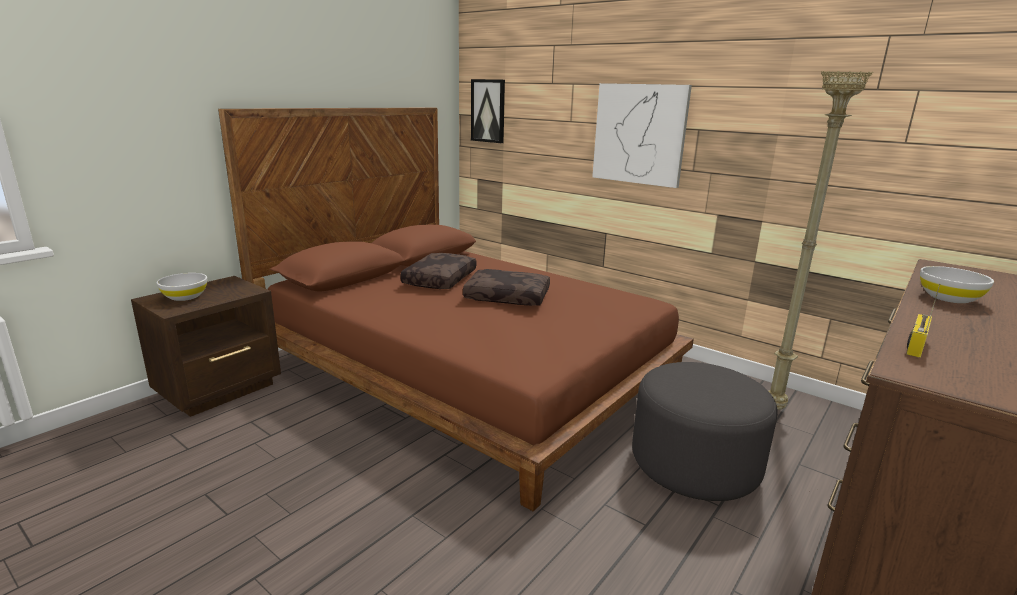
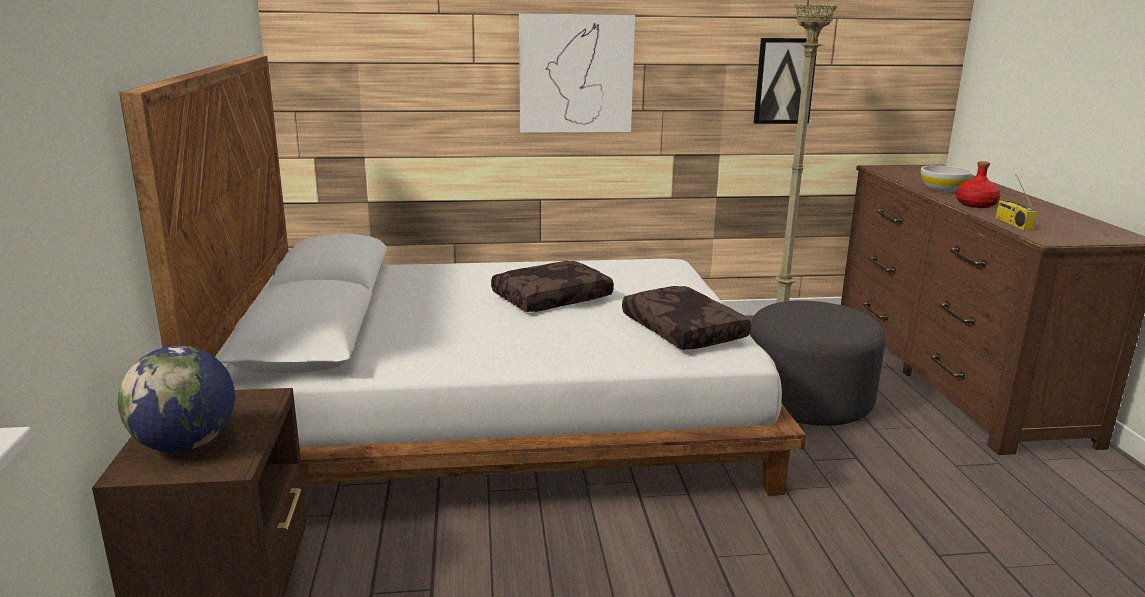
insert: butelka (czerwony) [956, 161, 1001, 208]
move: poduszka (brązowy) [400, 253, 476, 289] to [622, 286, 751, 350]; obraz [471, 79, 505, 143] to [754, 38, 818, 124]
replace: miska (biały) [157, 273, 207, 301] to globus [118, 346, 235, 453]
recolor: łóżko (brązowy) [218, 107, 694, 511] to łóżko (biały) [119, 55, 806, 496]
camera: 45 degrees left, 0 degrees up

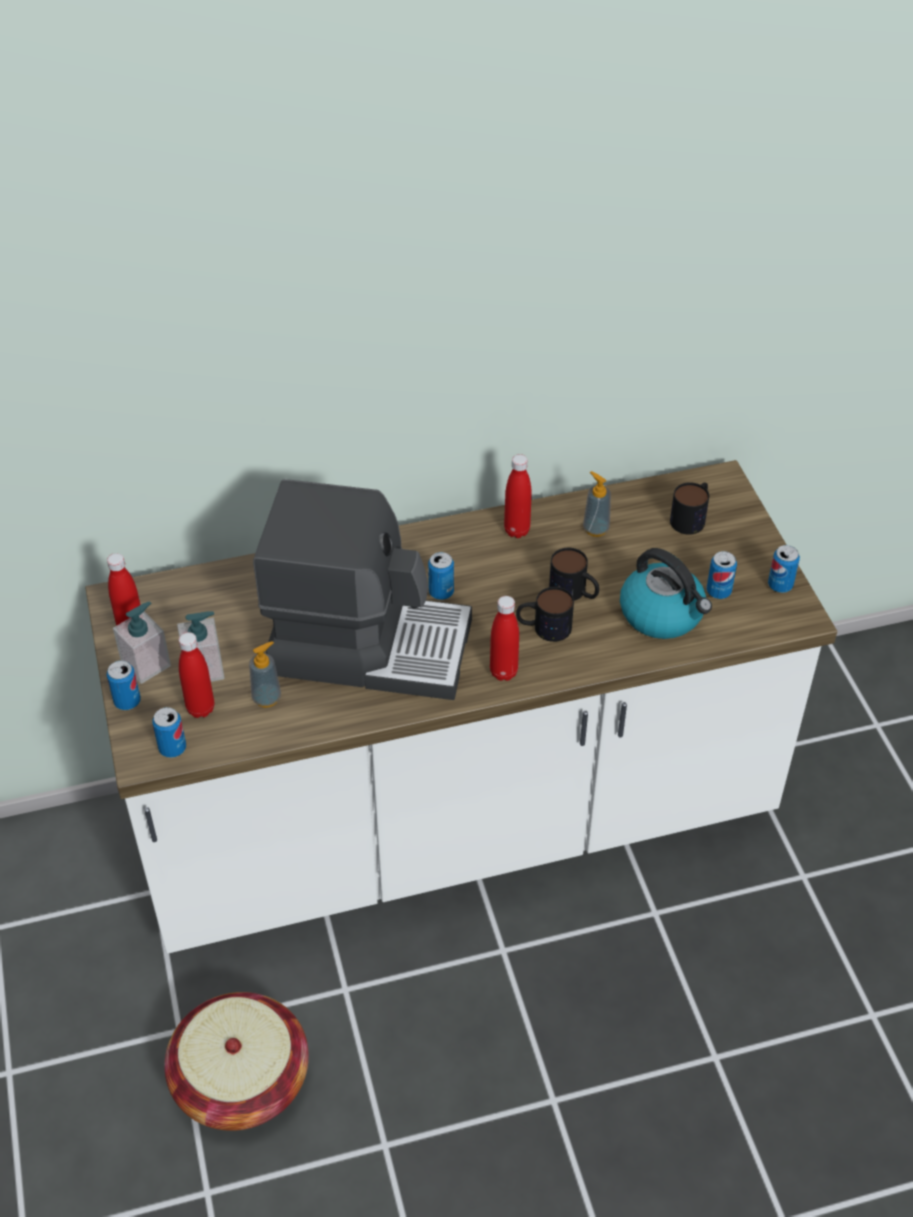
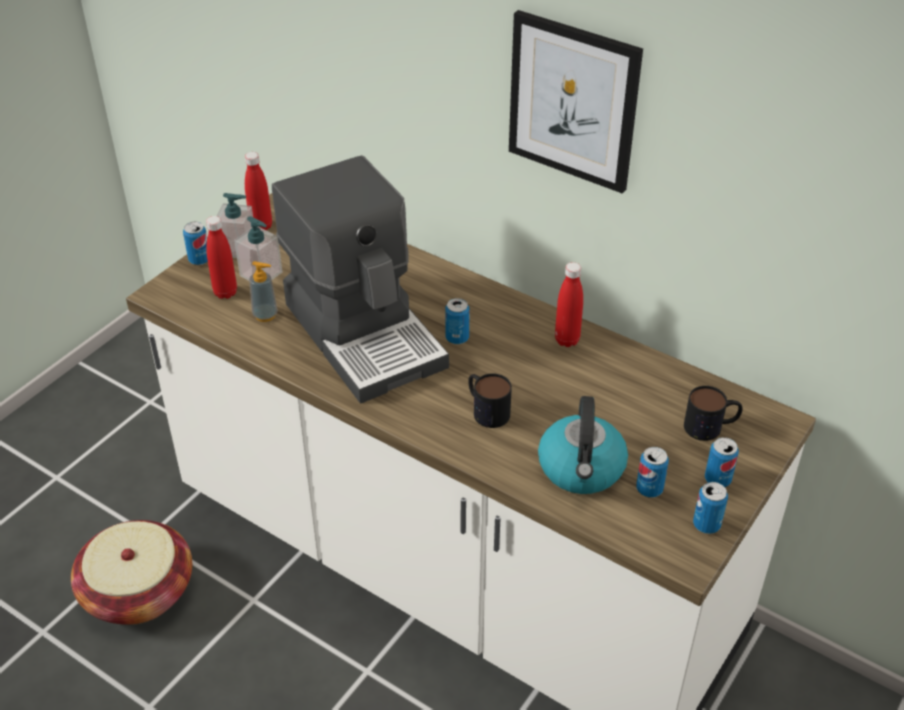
delete: butelka (czerwony) [490, 596, 519, 681]; kubek [549, 548, 599, 601]; dozownik mydła [583, 471, 611, 537]
insert: obraz [509, 10, 643, 194]
move: puszka [152, 707, 186, 758] to [705, 437, 739, 487]
camera: 50 degrees right, 5 degrees down

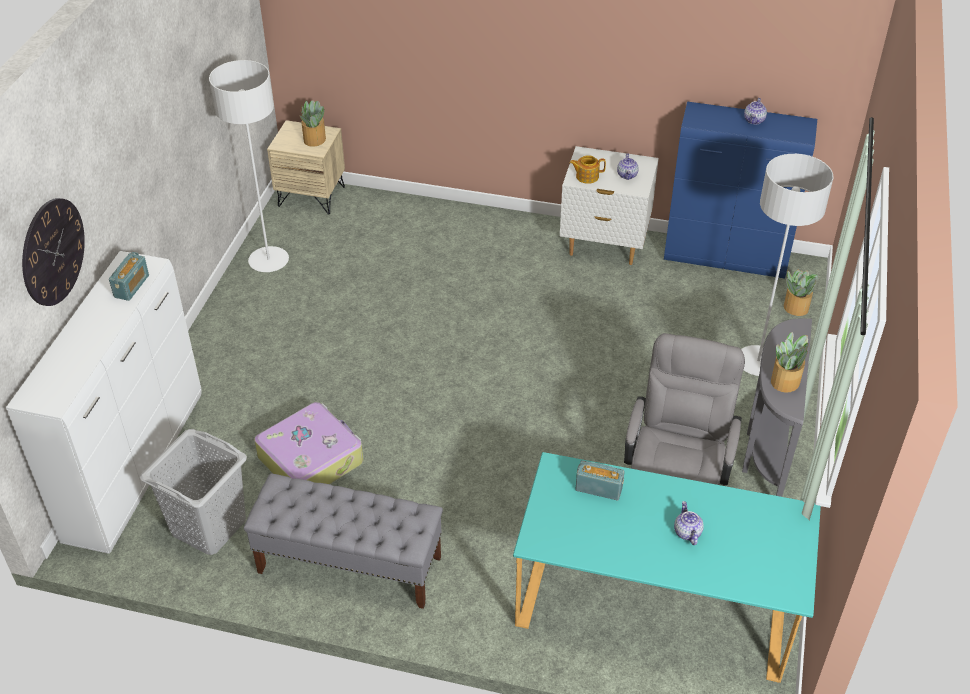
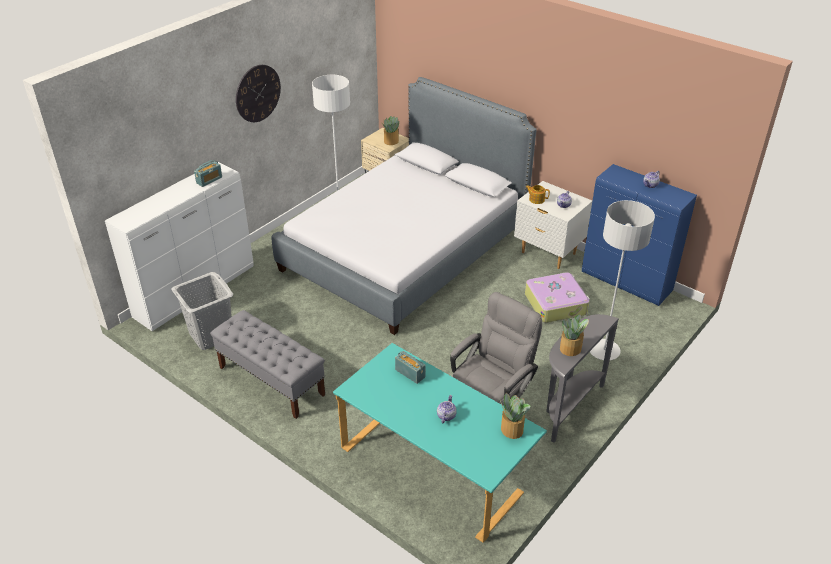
insert: łóżko [271, 77, 536, 335]
move: zegar ścienny [22, 198, 85, 306] to [236, 65, 281, 122]; walizka [254, 402, 363, 484] to [525, 272, 590, 323]; roślina doniczkowa [784, 270, 818, 316] to [500, 393, 530, 439]
camera: 25 degrees right, 5 degrees down

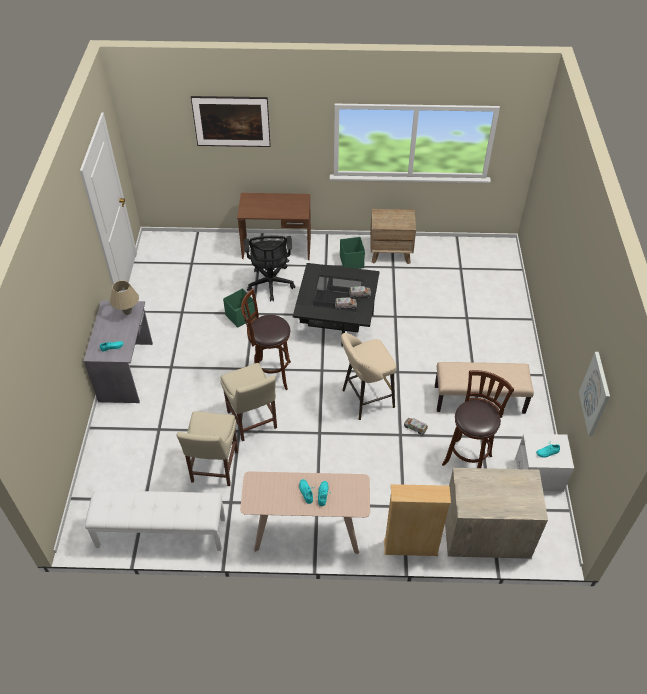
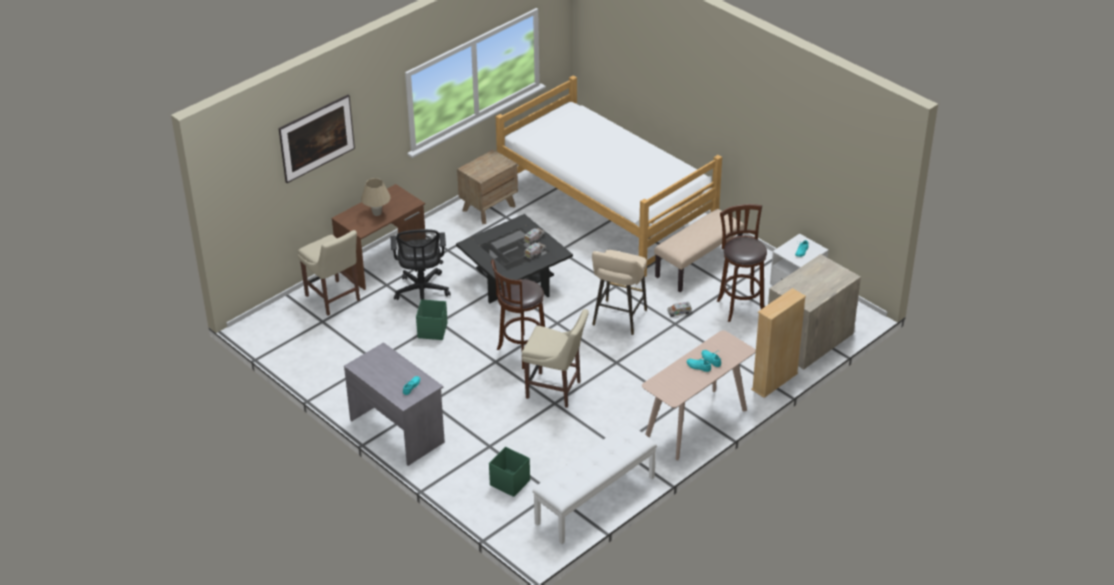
delete: obraz [579, 352, 610, 436]
insert: łóżko [496, 76, 722, 277]
move: lampa stołowa (beżowy) [110, 280, 139, 315] to [361, 178, 391, 216]; krzesło (beżowy) [177, 411, 238, 486] to [298, 230, 360, 316]; pojemnik do przechowywania (zielony) [340, 237, 365, 269] to [489, 447, 530, 497]
rotate: krzesło biurowe (czarny) [244, 236, 295, 301] = [390, 229, 451, 300] 45 degrees clockwise
camera: 45 degrees left, 10 degrees down

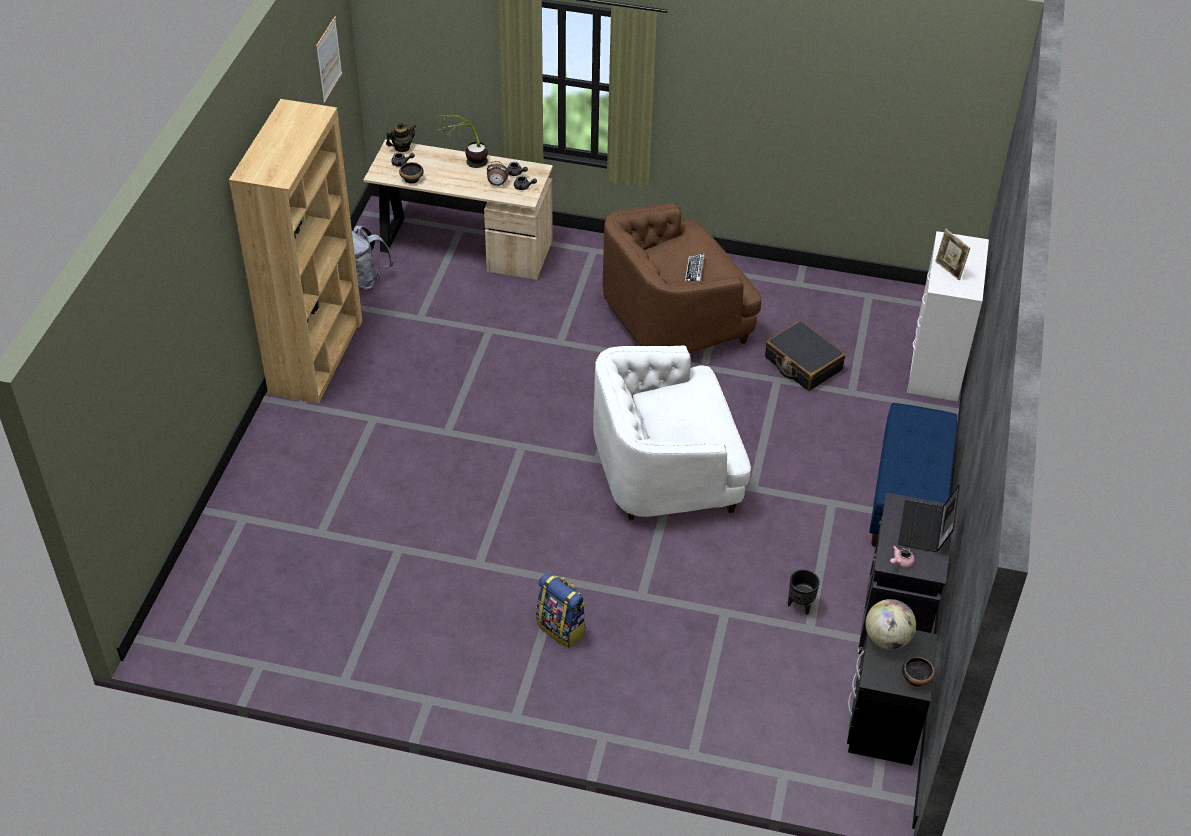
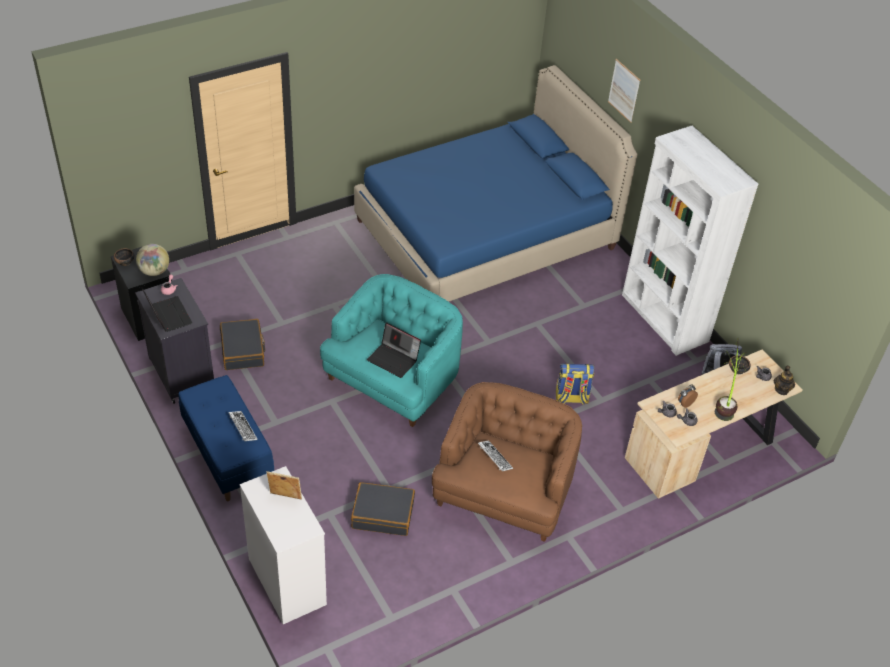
insert: klawiatura [229, 411, 258, 441]; łóżko (niebieski) [354, 65, 637, 302]; laptop [367, 322, 421, 378]
move: obraz [316, 17, 342, 103] to [608, 59, 640, 123]; plecak [536, 572, 586, 648] to [556, 363, 595, 405]
replace: donica (czarny) [788, 569, 820, 615] to walizka (czarny) [220, 319, 265, 370]
recolor: regał (brązowy) [229, 99, 363, 404] to regał (biały) [622, 126, 758, 356]; fotel (biały) [593, 345, 751, 520] to fotel (turkusowy) [320, 274, 463, 427]
camera: 135 degrees right, 0 degrees up

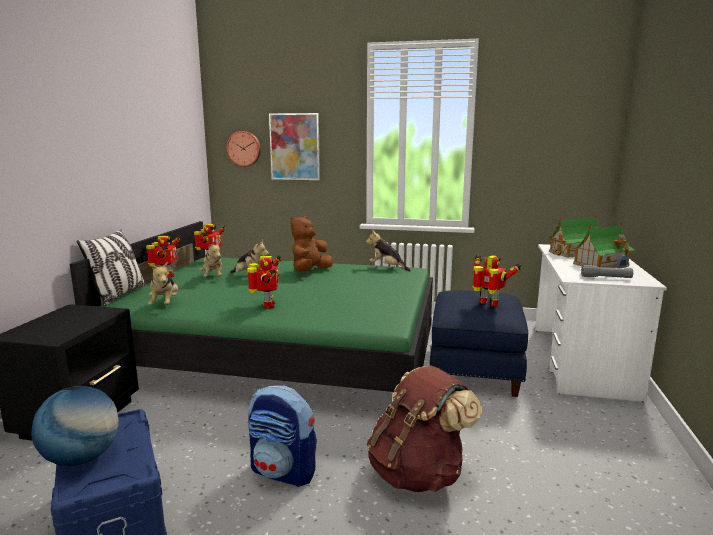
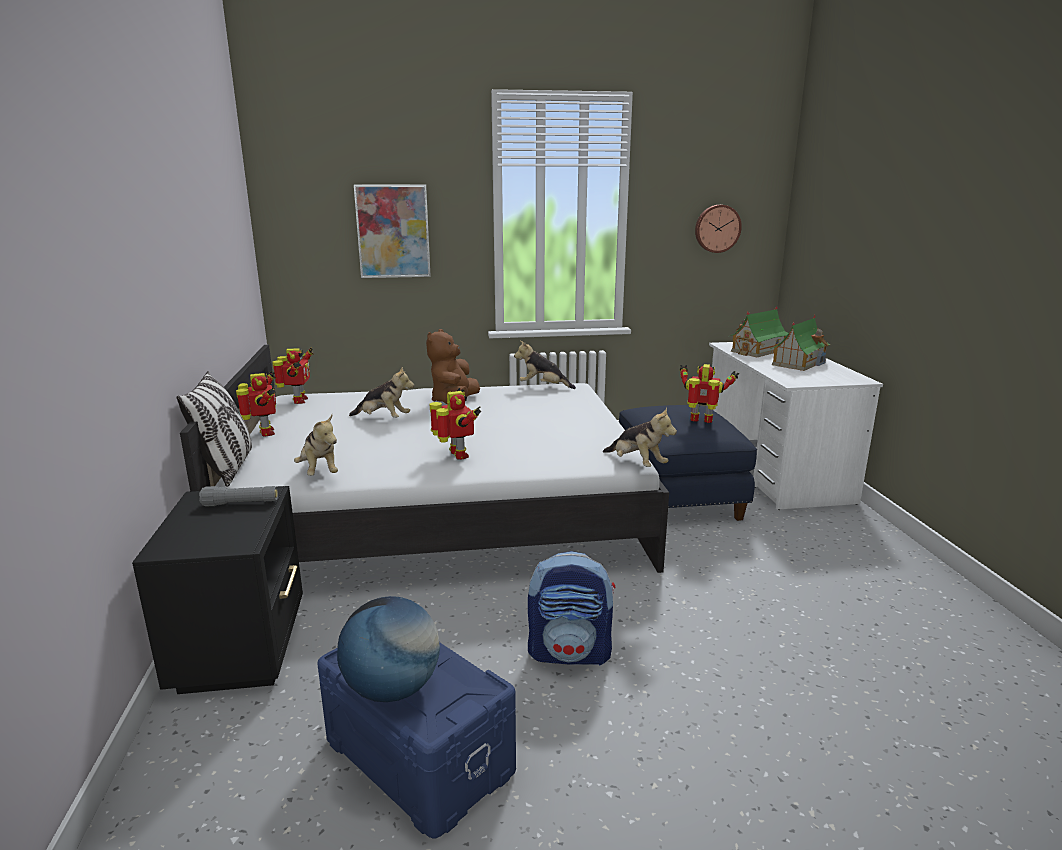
delete: plecak (brązowy) [367, 365, 483, 492]
move: pluszak [199, 241, 222, 277] to [603, 407, 677, 467]; zegar ścienny [226, 131, 261, 167] to [695, 205, 742, 253]; latarka (szary) [581, 265, 633, 278] to [199, 486, 278, 506]
recolor: łóżko (zielony) [70, 221, 433, 392] to łóżko (biały) [180, 345, 669, 573]
camera: 20 degrees left, 5 degrees up

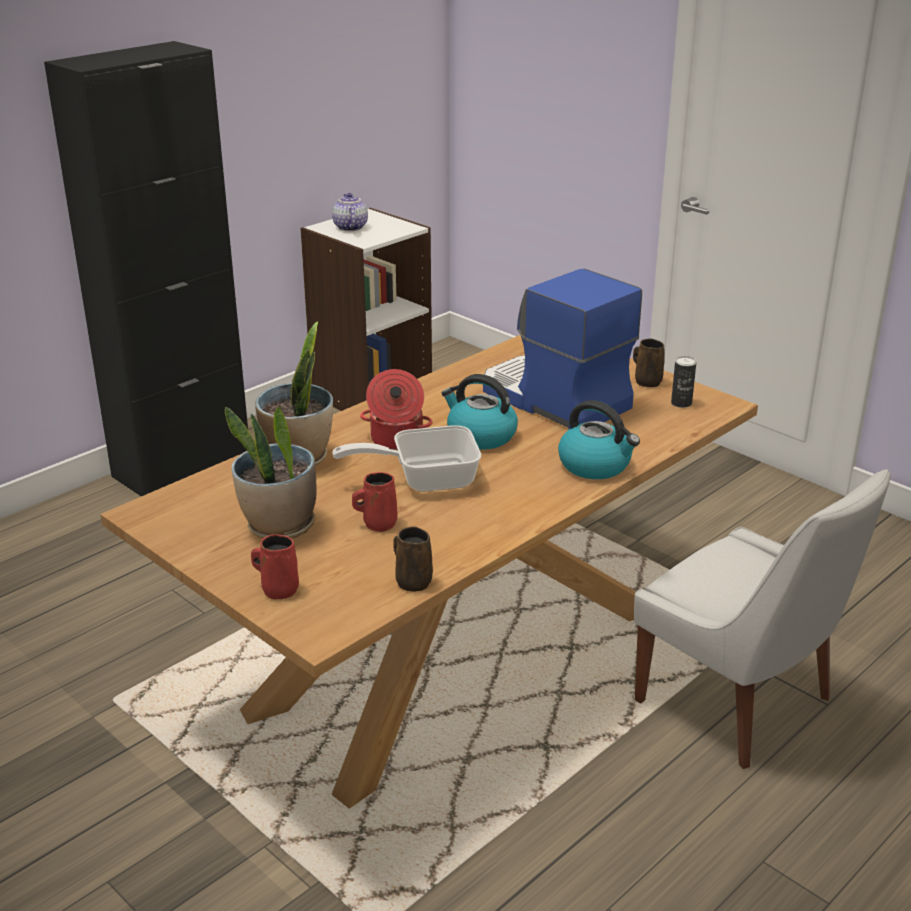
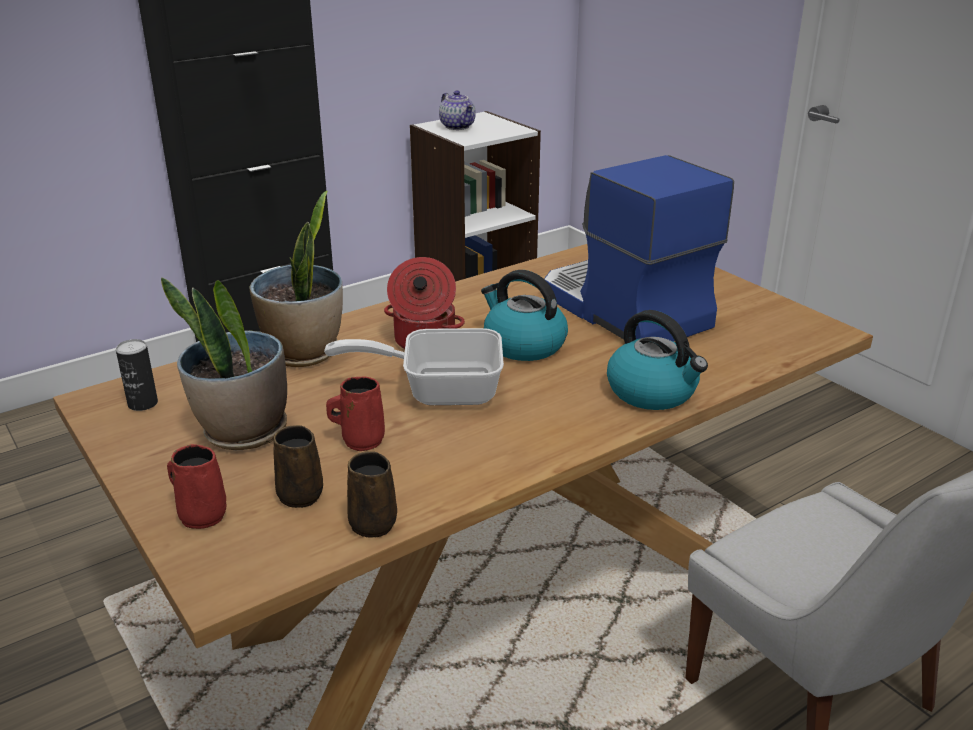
move: kubek (brązowy) [633, 338, 665, 387] to [274, 425, 323, 508]; puszka [671, 356, 696, 408] to [116, 339, 158, 411]
rotate: imbryk [332, 193, 368, 231] = [439, 91, 476, 130] 150 degrees clockwise
camera: 10 degrees right, 0 degrees up

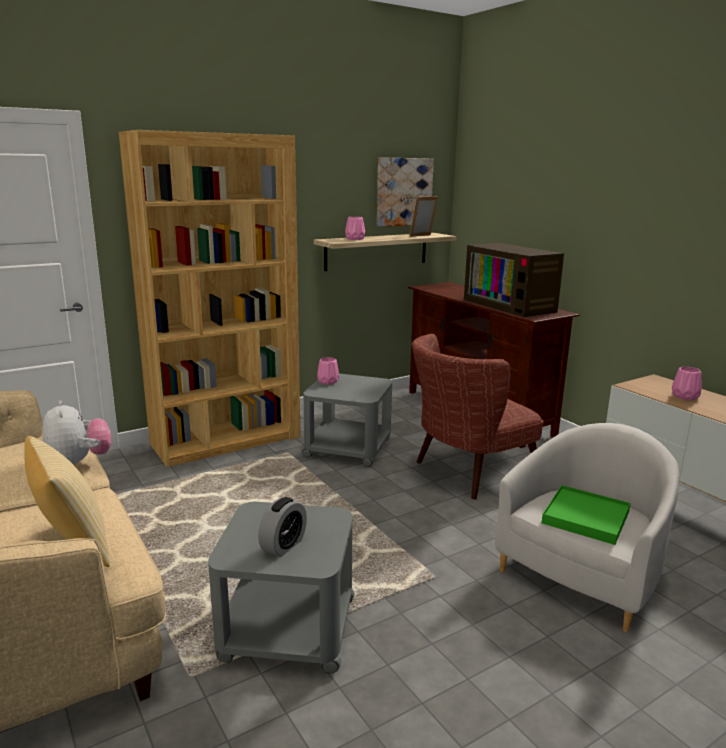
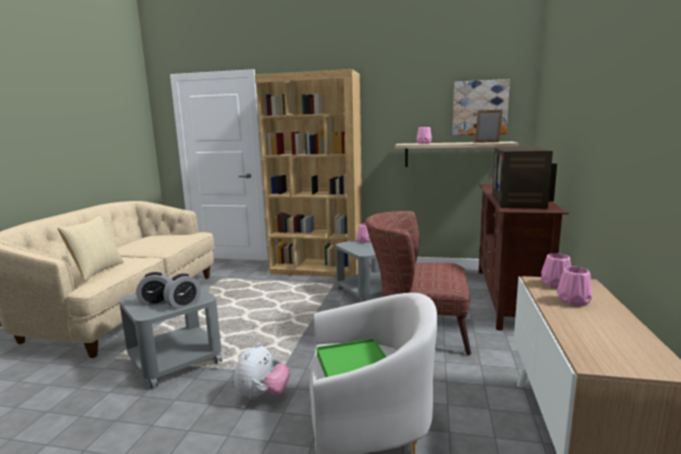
insert: budzik [163, 273, 201, 309]; wazon (różowy) [541, 253, 571, 288]
move: pluszak [42, 400, 111, 466] to [234, 342, 290, 400]
camera: 45 degrees right, 5 degrees down

